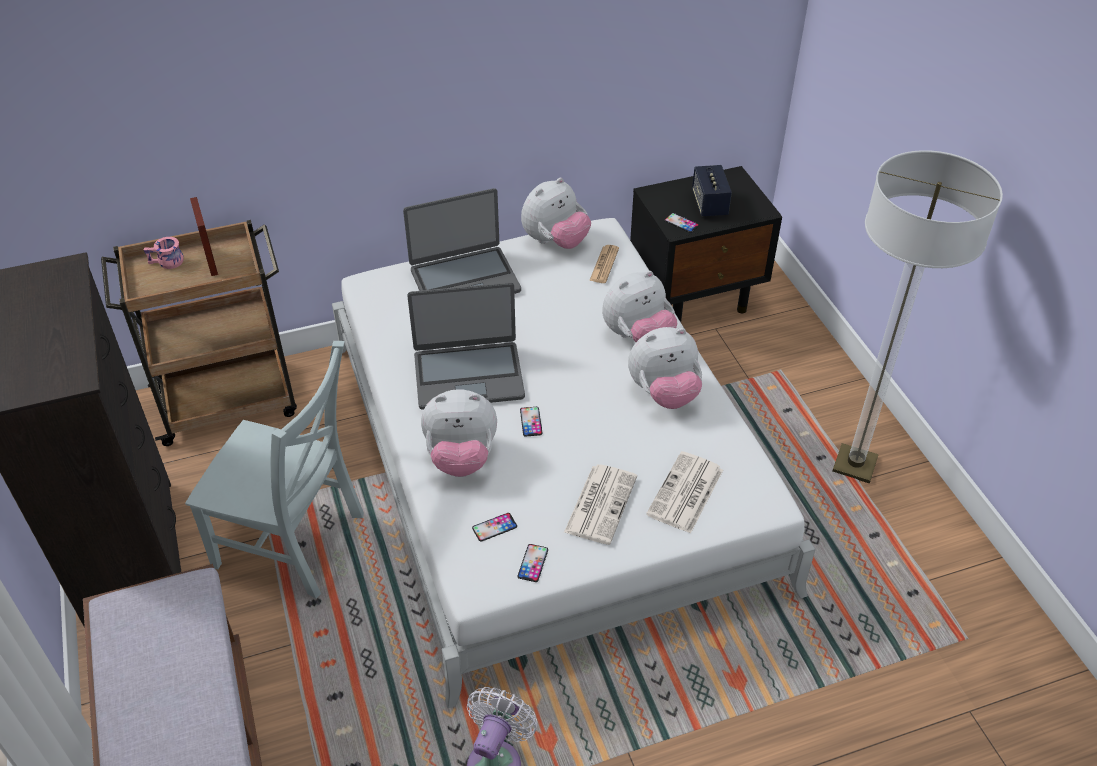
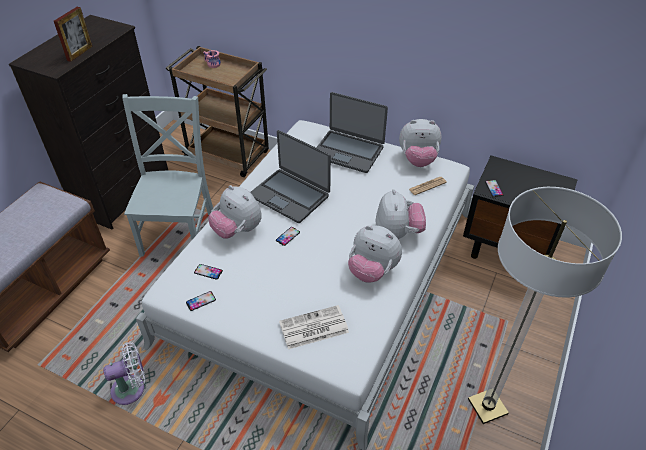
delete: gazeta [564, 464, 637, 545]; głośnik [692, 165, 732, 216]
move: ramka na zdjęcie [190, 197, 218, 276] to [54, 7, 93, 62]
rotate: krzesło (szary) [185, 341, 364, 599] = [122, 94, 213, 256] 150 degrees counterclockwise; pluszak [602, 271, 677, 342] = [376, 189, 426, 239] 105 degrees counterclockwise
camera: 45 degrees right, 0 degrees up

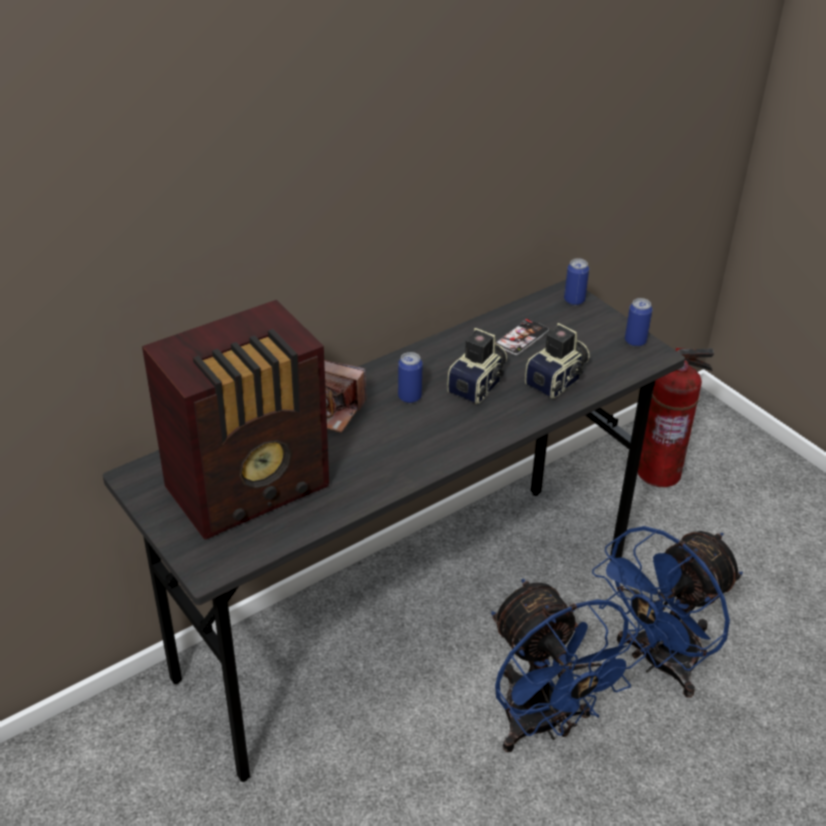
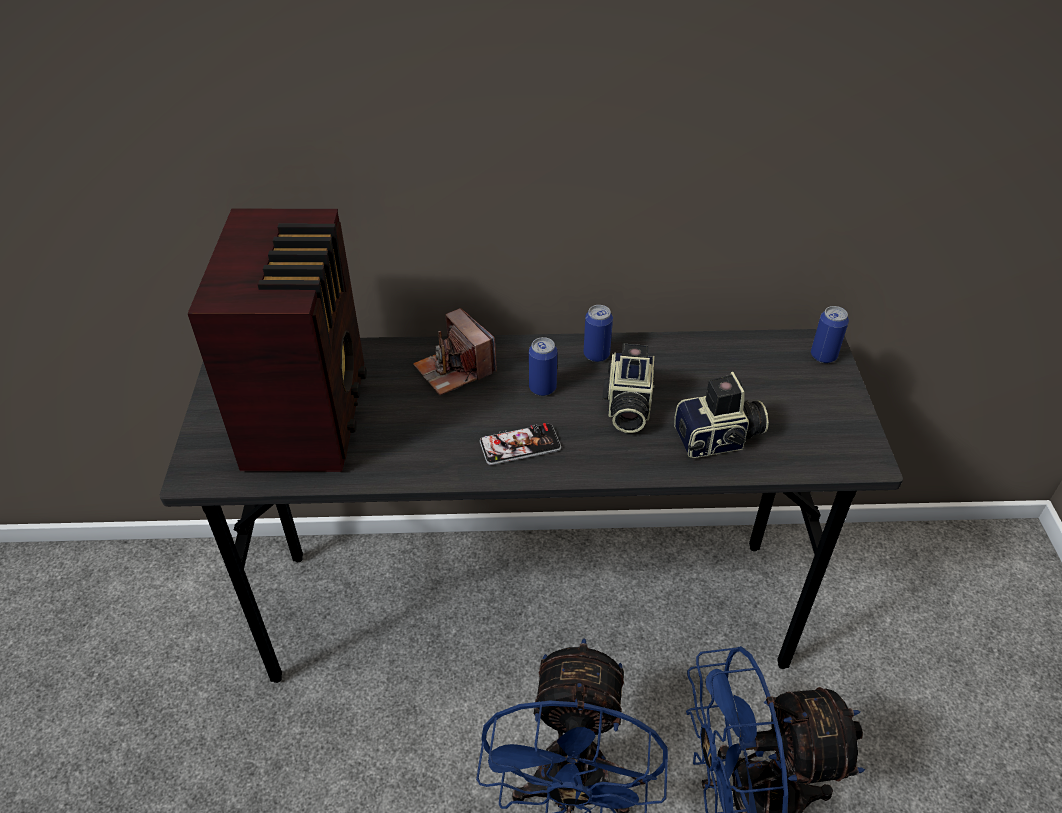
delete: gaśnica [638, 348, 714, 487]
move: telefon [496, 319, 549, 355] to [480, 423, 561, 465]; puszka [625, 298, 653, 347] to [584, 305, 613, 362]
rotate: radio [142, 300, 329, 540] = [188, 209, 367, 472] 90 degrees counterclockwise; aparat fotograficzny [447, 328, 507, 404] = [602, 344, 655, 433] 120 degrees clockwise
camera: 35 degrees right, 5 degrees up

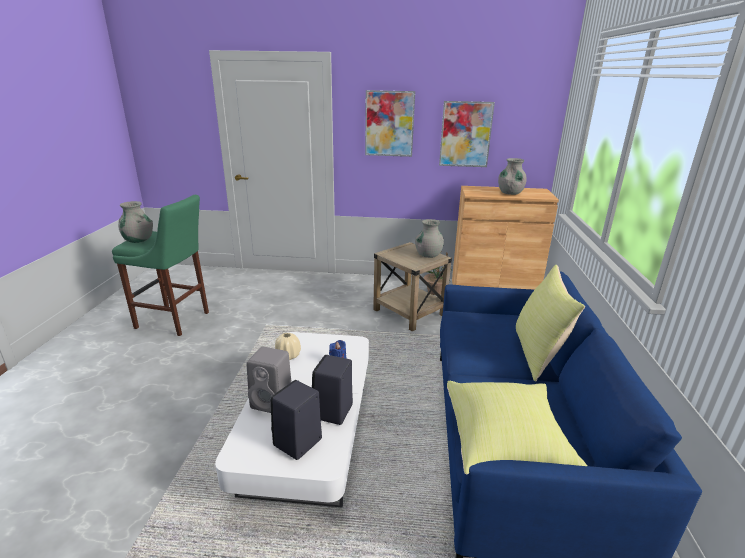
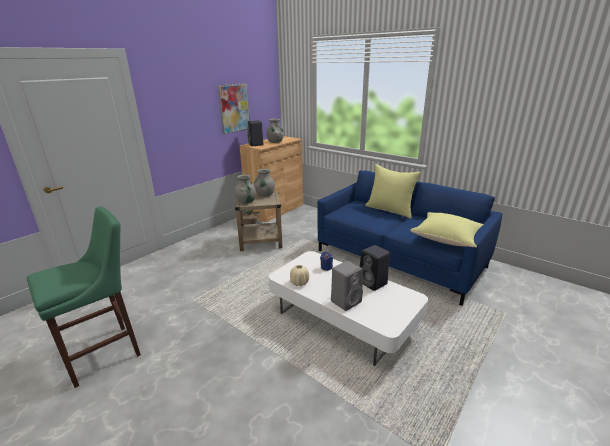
delete: obraz [365, 90, 415, 157]
move: wazon (szary) [118, 201, 153, 243] to [234, 175, 256, 204]; głośnik (czarny) [271, 380, 322, 460] to [248, 120, 264, 146]
camera: 55 degrees left, 0 degrees up

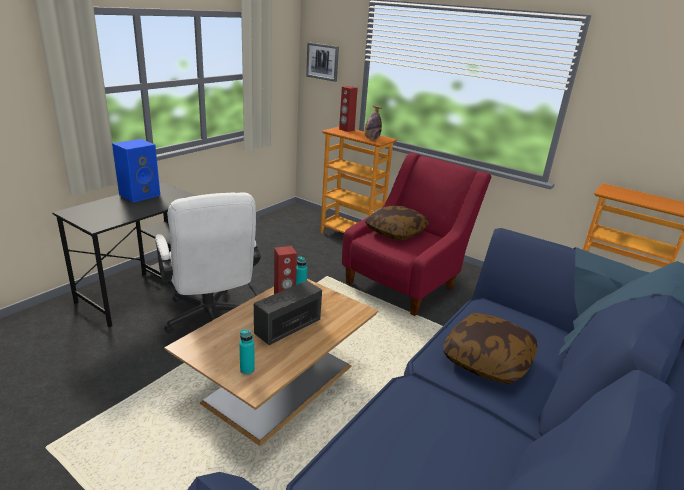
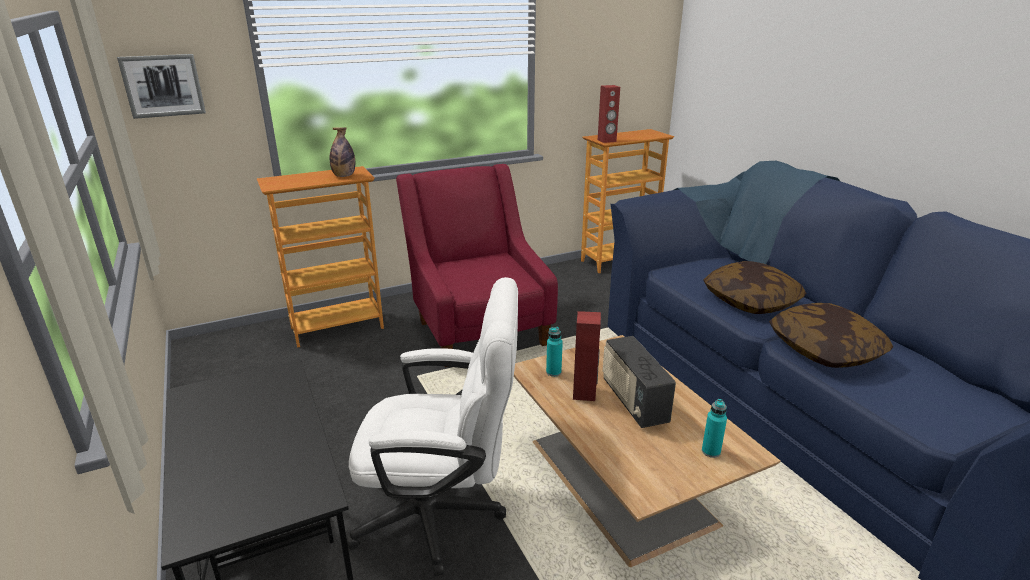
delete: głośnik (niebieski) [112, 139, 160, 202]
move: głośnik (czerwony) [339, 86, 358, 132] to [598, 85, 620, 143]; poduszka [365, 206, 429, 240] to [769, 303, 893, 368]
camera: 60 degrees left, 0 degrees up

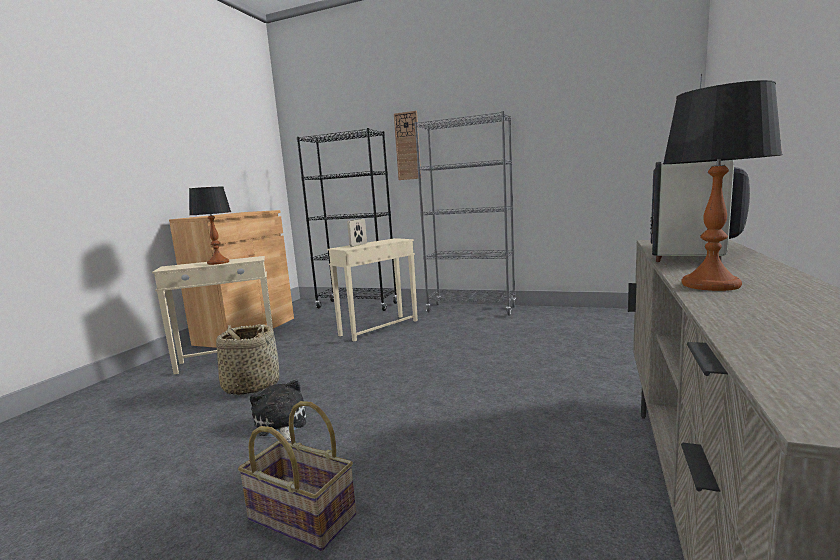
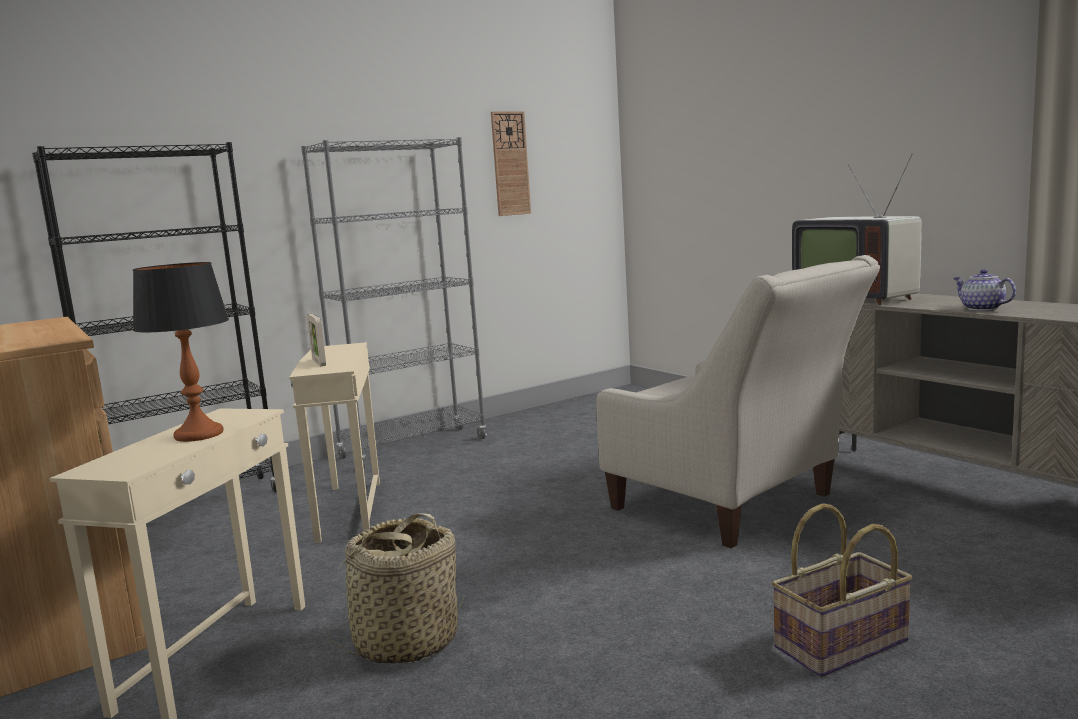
delete: pluszak [250, 380, 306, 441]
insert: fotel (beżowy) [596, 255, 880, 548]
move: zegar ścienny [394, 111, 421, 180] to [491, 111, 531, 216]
replace: lampa stołowa [663, 80, 783, 291] to imbryk [953, 269, 1016, 311]
camera: 55 degrees left, 0 degrees up

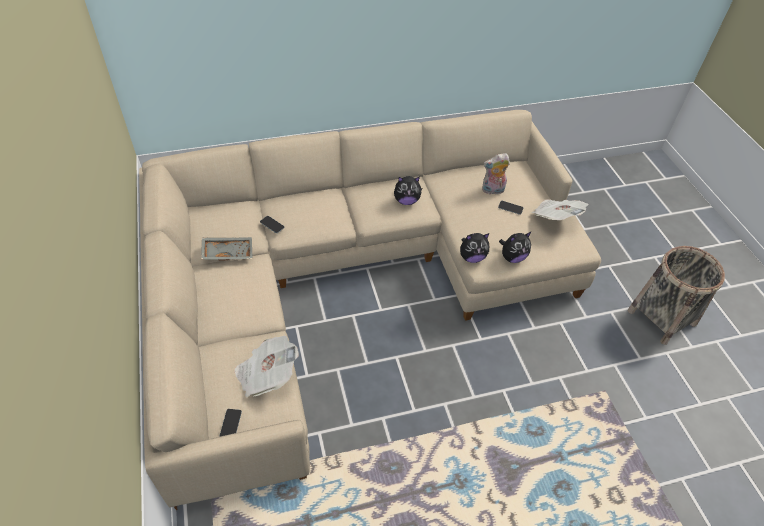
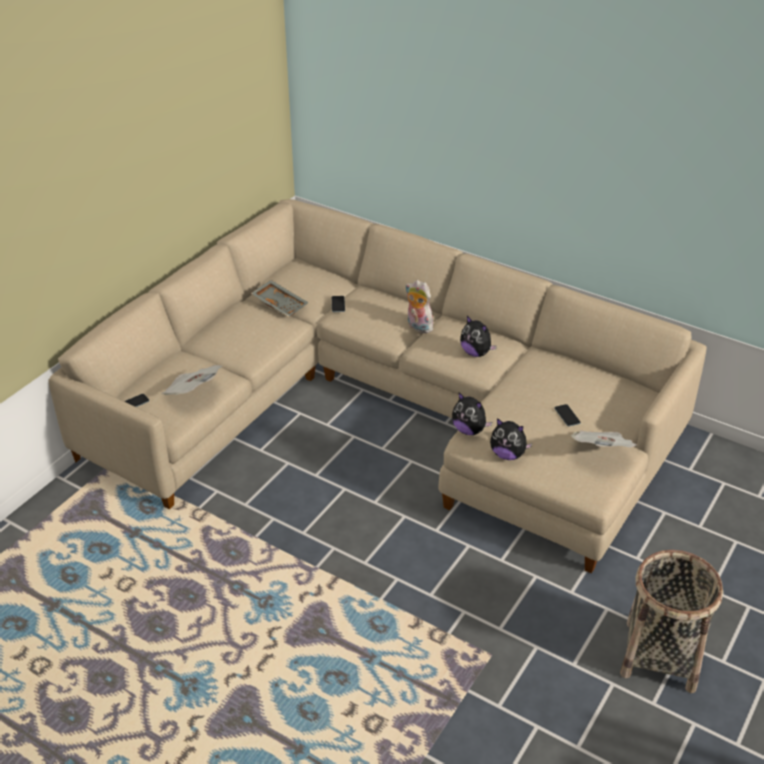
move: pluszak [482, 153, 510, 194] to [405, 280, 436, 333]
camera: 50 degrees right, 10 degrees down

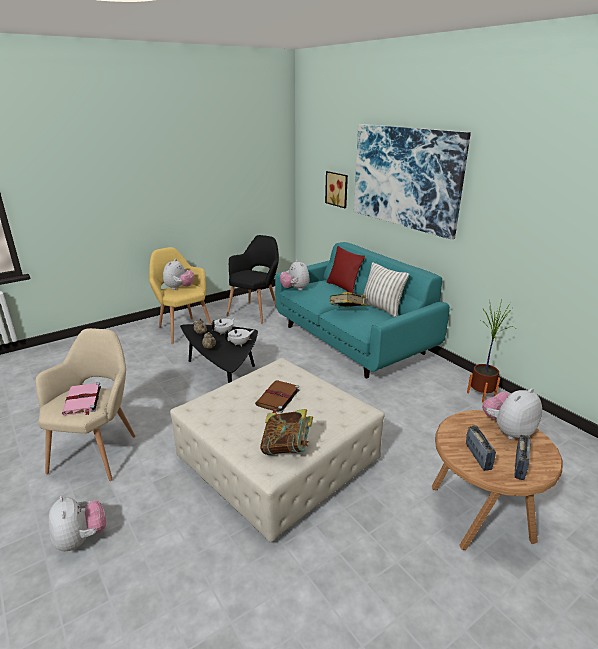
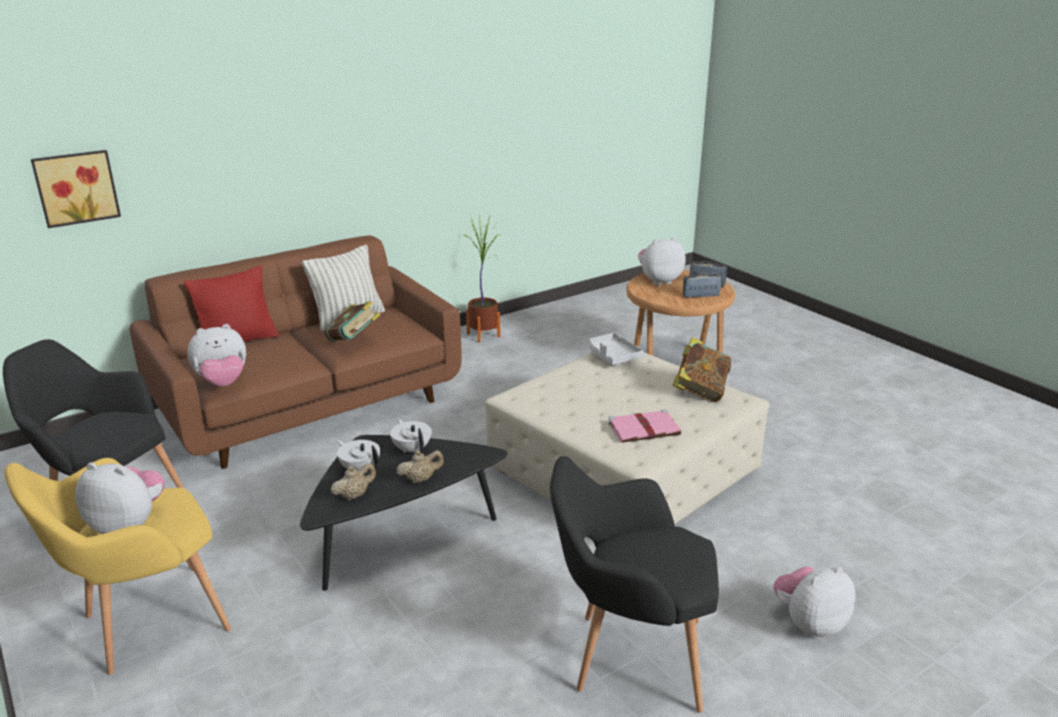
delete: książka (brązowy) [255, 380, 299, 413]; obraz [354, 124, 471, 240]
insert: taca (szary) [589, 332, 644, 365]
move: książka (różowy) [62, 383, 101, 415] to [608, 410, 681, 443]
recolor: fotel (beżowy) [36, 328, 136, 481] to fotel (czarny) [550, 456, 719, 713]; kanapa (turkusowy) [275, 242, 450, 379] to kanapa (brązowy) [130, 236, 462, 469]
rotate: pluszak [482, 388, 542, 440] = [638, 237, 686, 285] 105 degrees clockwise
camera: 90 degrees left, 0 degrees up

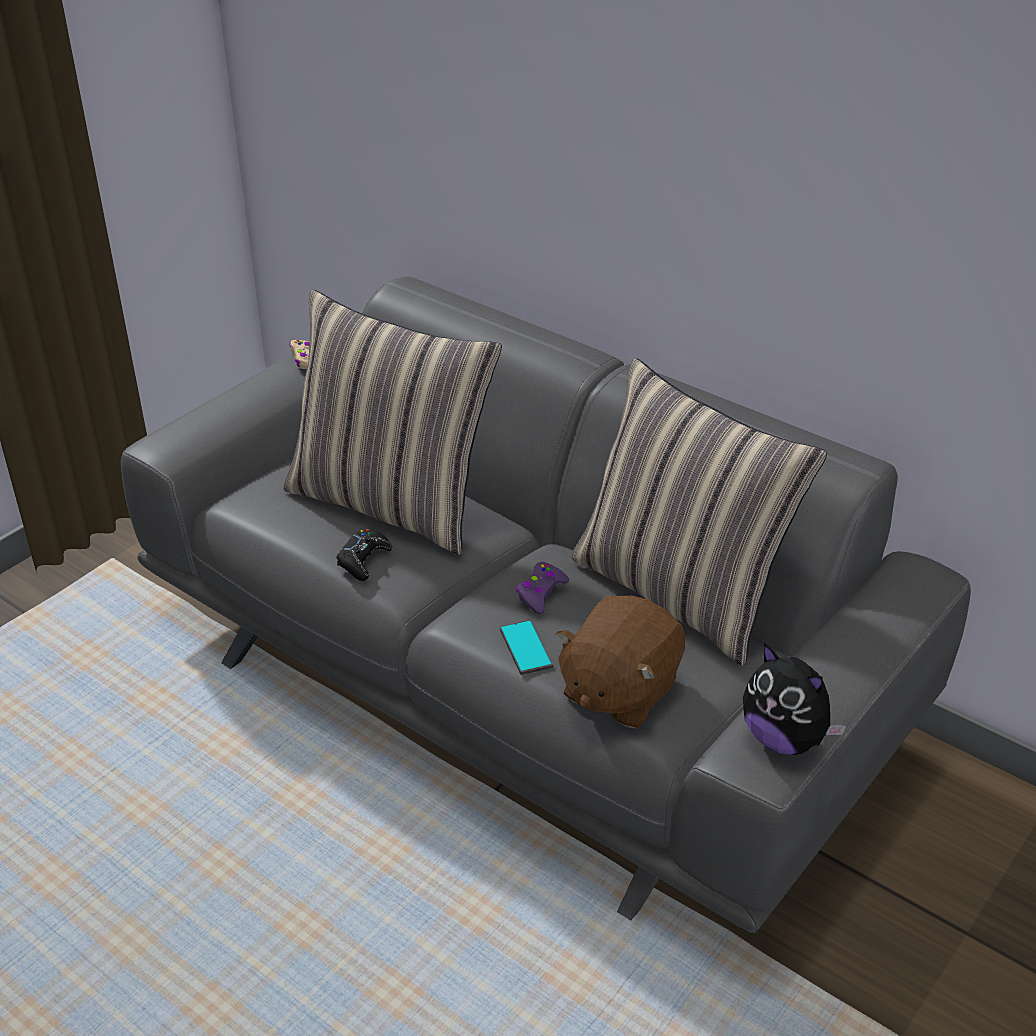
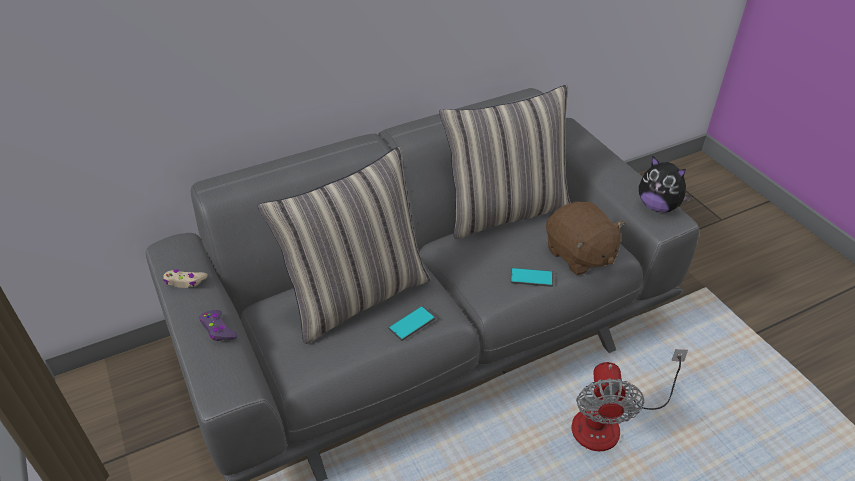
insert: wentylator [572, 349, 688, 451]
move: pad do gier (fioletowy) [516, 562, 569, 614] to [199, 310, 238, 341]
replace: pad do gier (czarny) [336, 529, 392, 581] to telefon [388, 306, 436, 341]
rotate: pluszak [743, 643, 847, 755] = [639, 156, 693, 213] 60 degrees clockwise
camera: 65 degrees left, 5 degrees up

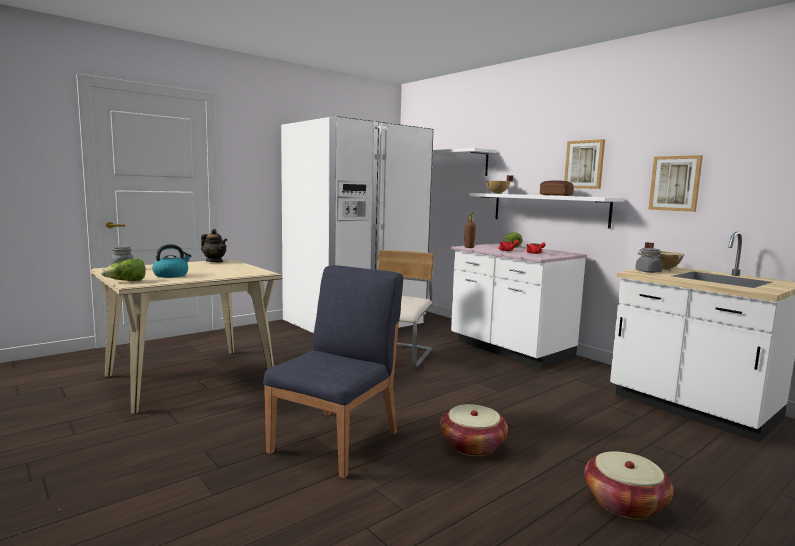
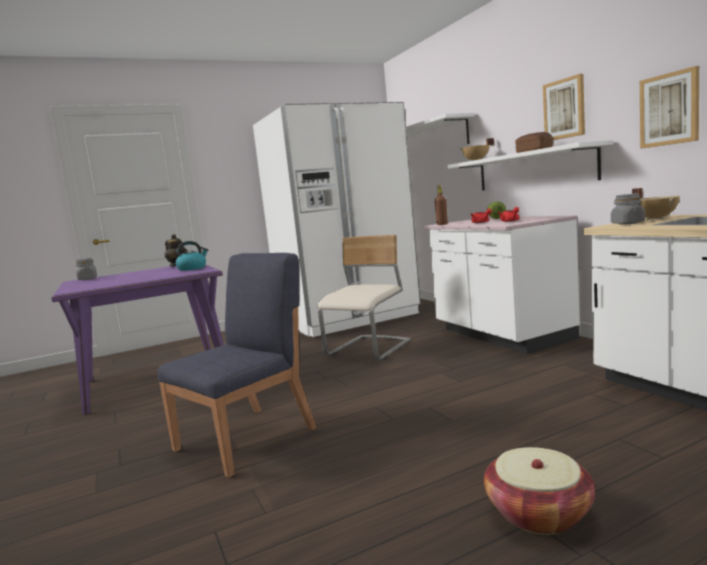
delete: sałata [101, 258, 146, 281]; koszyk [440, 404, 508, 456]
move: czajnik [152, 244, 191, 278] to [175, 241, 208, 271]
recolor: stół jadalny (beżowy) [91, 259, 282, 414] to stół jadalny (fioletowy) [51, 265, 224, 415]
camera: 15 degrees right, 0 degrees up

